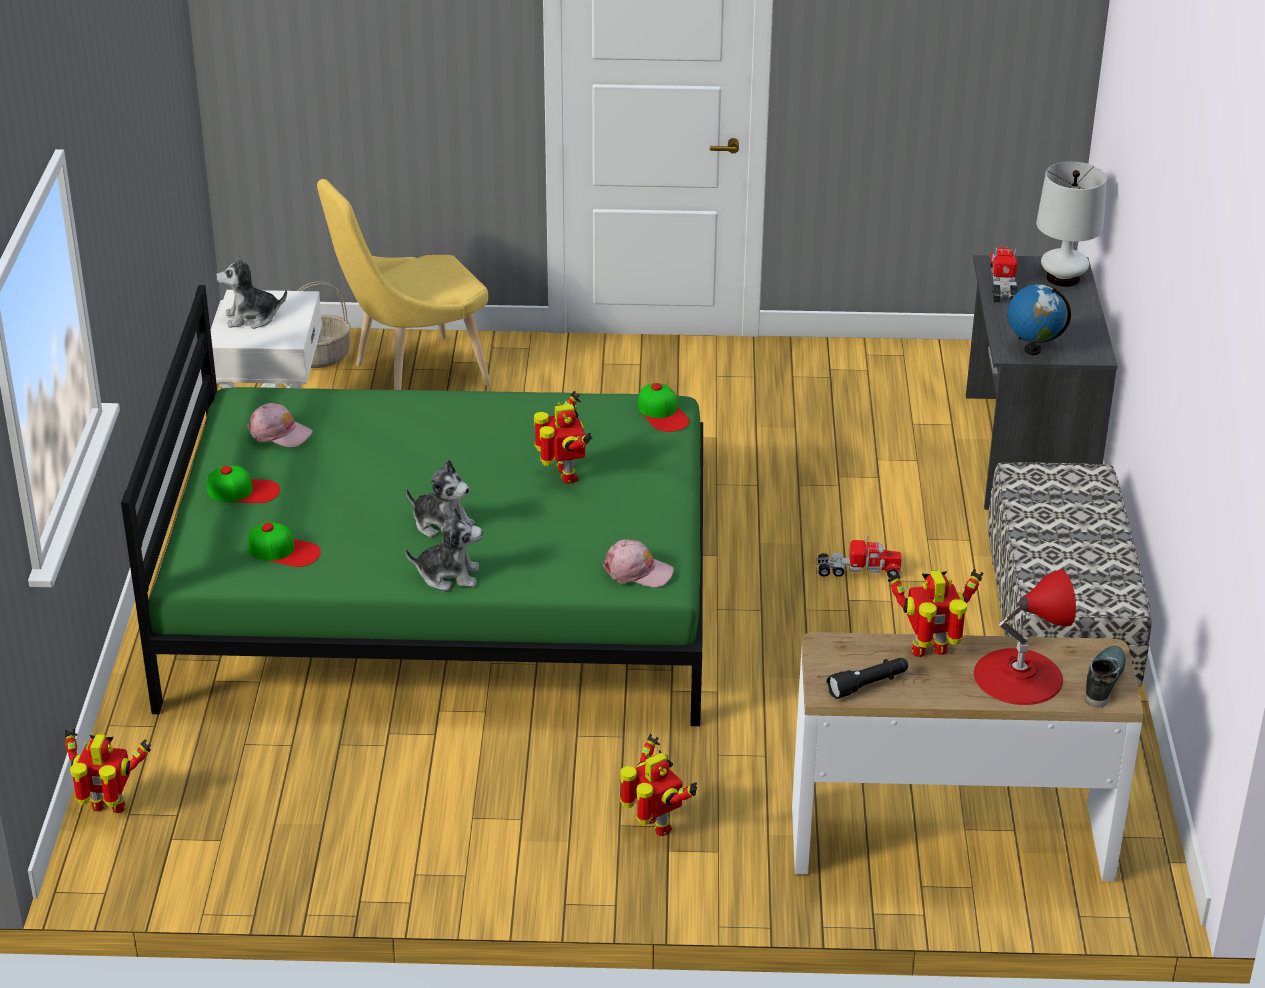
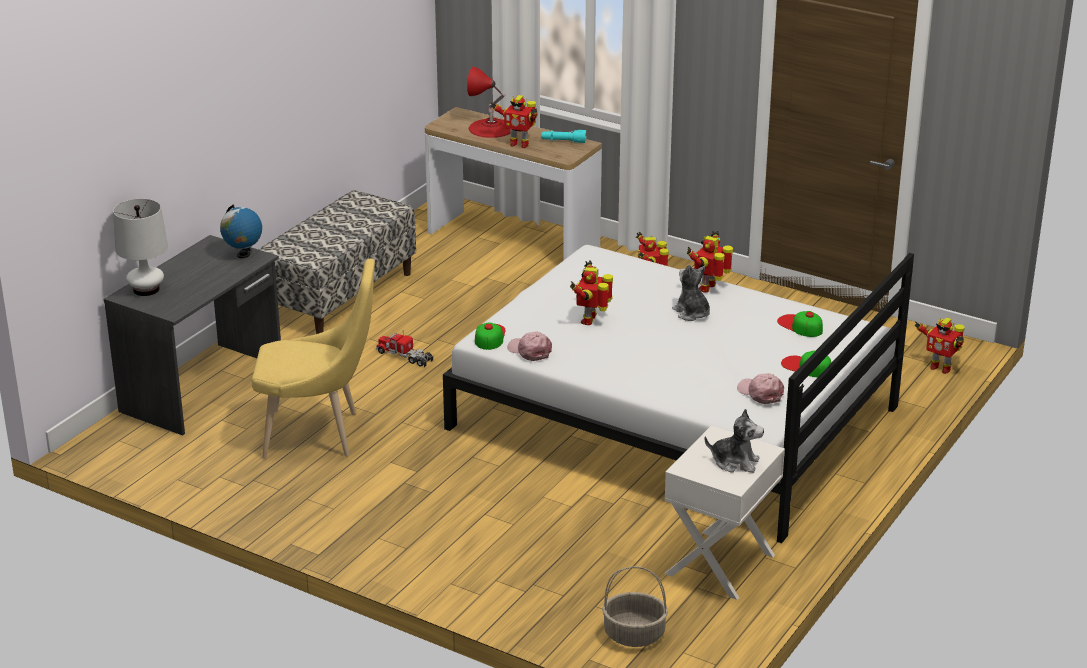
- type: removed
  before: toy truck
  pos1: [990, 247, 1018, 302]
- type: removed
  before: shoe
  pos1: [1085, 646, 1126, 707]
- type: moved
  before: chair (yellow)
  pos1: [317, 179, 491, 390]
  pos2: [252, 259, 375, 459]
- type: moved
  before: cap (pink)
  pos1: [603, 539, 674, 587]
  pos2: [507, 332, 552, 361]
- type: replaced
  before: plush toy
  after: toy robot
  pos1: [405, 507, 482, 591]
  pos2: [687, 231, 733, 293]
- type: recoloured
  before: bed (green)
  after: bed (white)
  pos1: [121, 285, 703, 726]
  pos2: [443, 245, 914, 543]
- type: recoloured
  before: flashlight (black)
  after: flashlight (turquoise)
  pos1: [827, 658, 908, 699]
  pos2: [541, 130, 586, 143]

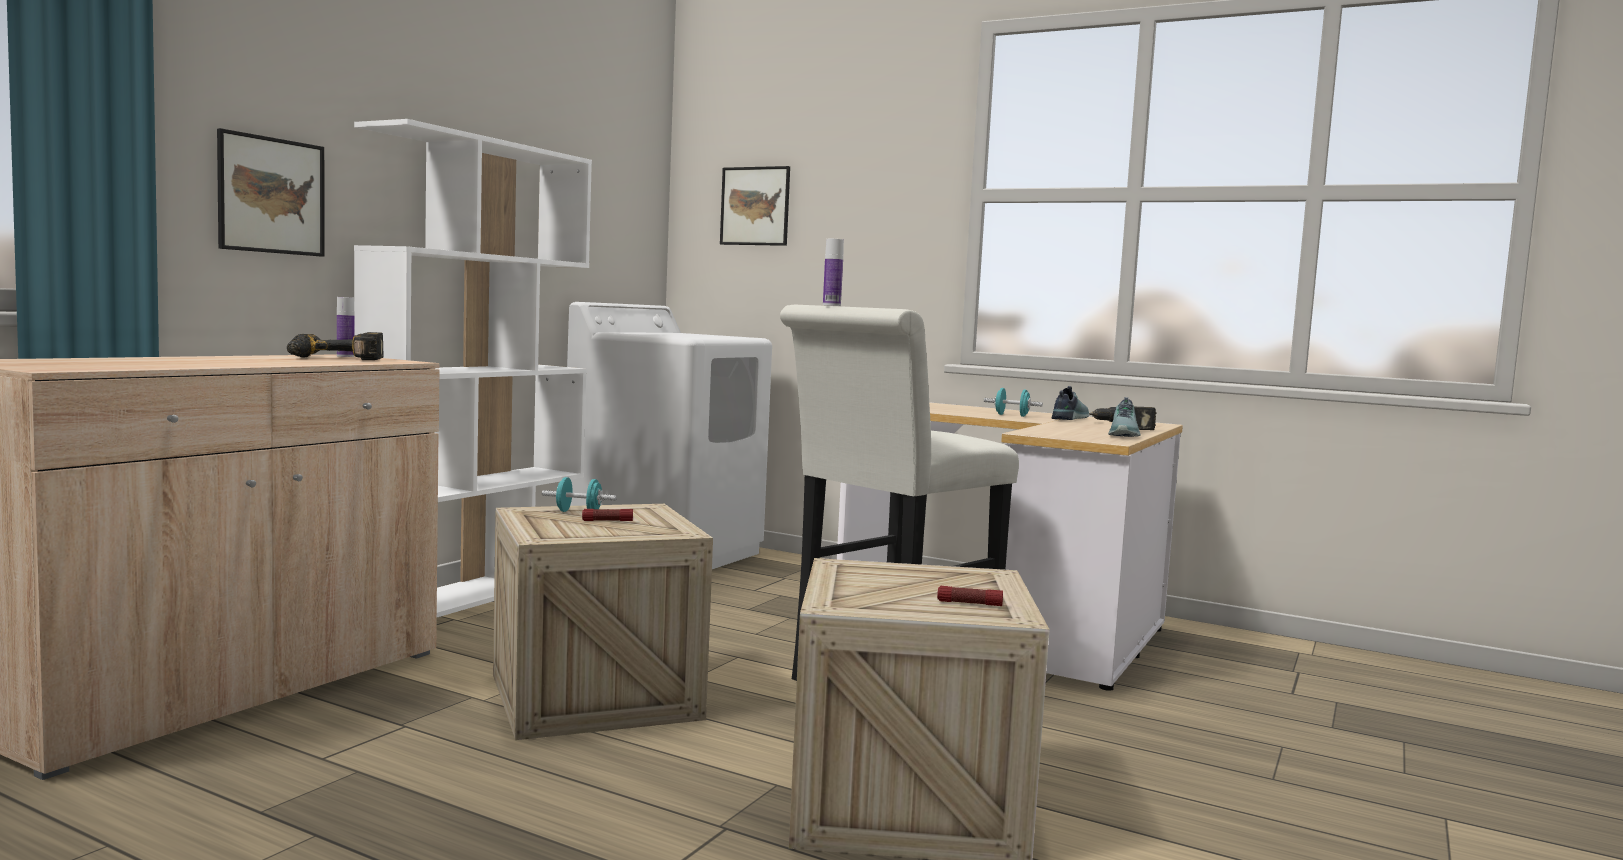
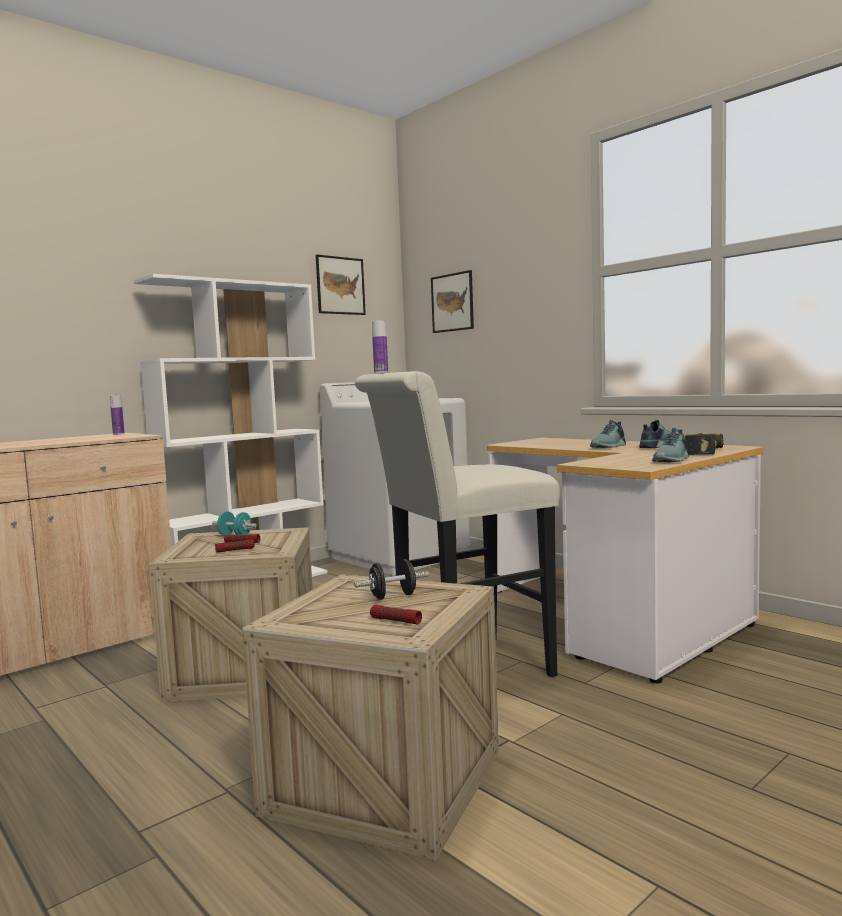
- type: removed
  before: power drill
  pos1: [287, 332, 384, 360]
- type: added
  after: flashlight
  pos2: [215, 539, 255, 553]
- type: added
  after: dumbbell (black)
  pos2: [354, 559, 429, 600]
- type: moved
  before: picture
  pos1: [217, 128, 324, 257]
  pos2: [316, 255, 366, 315]
- type: replaced
  before: dumbbell (turquoise)
  after: shoe
  pos1: [984, 388, 1043, 417]
  pos2: [590, 420, 626, 448]

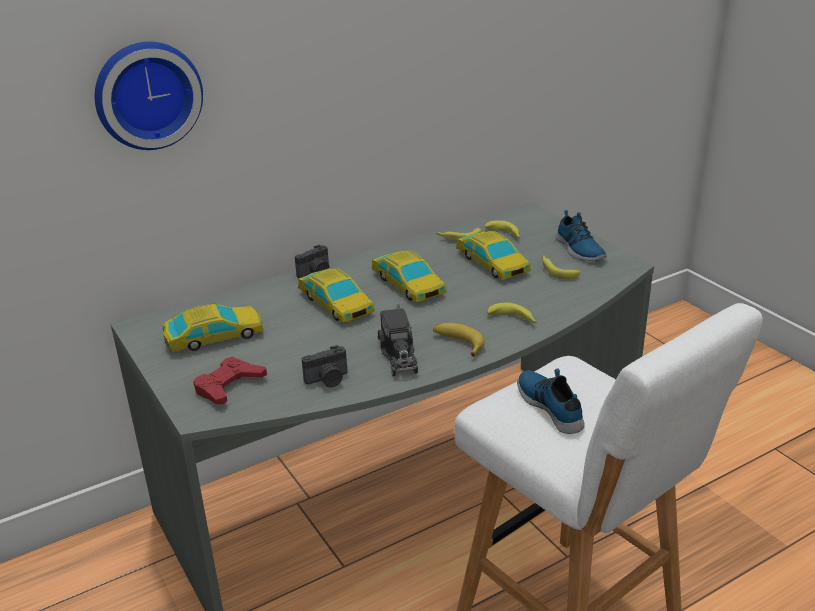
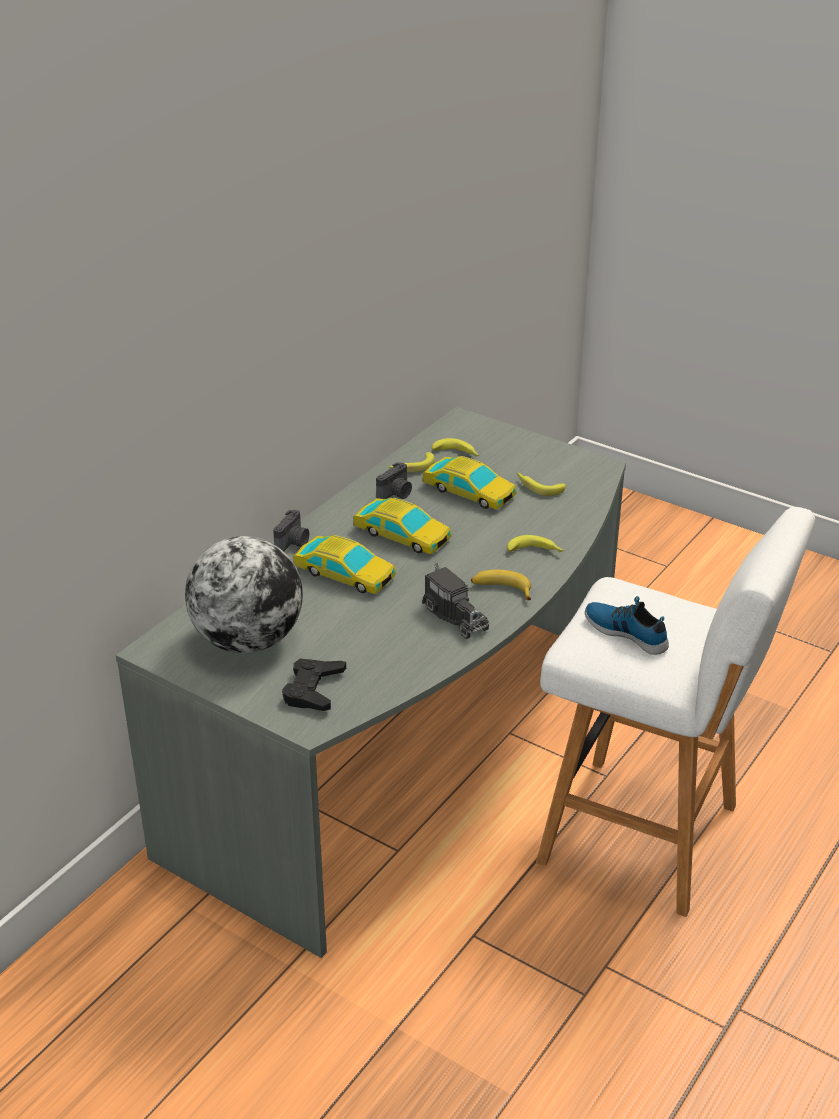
- type: removed
  before: wall clock
  pos1: [95, 42, 203, 150]
- type: removed
  before: shoe
  pos1: [555, 210, 607, 261]
- type: moved
  before: photo camera
  pos1: [302, 345, 347, 387]
  pos2: [376, 462, 412, 499]
- type: replaced
  before: toy car
  after: globe
  pos1: [162, 304, 264, 352]
  pos2: [185, 536, 303, 653]
- type: recoloured
  before: game controller (red)
  after: game controller (black)
  pos1: [193, 357, 267, 405]
  pos2: [282, 658, 346, 711]

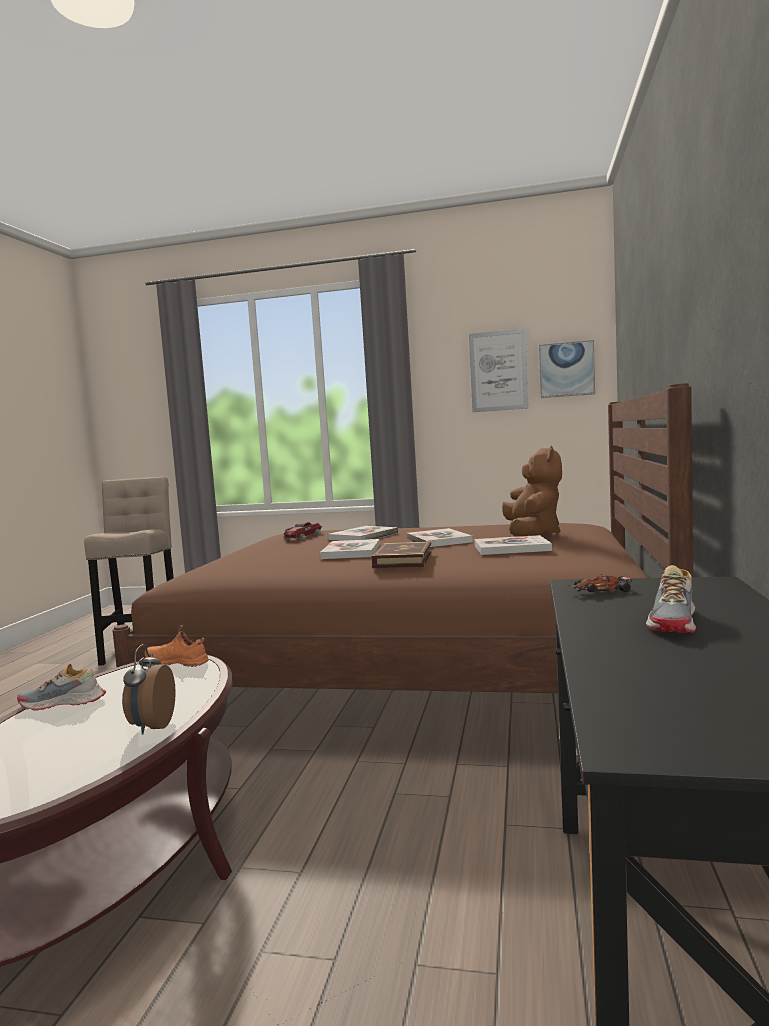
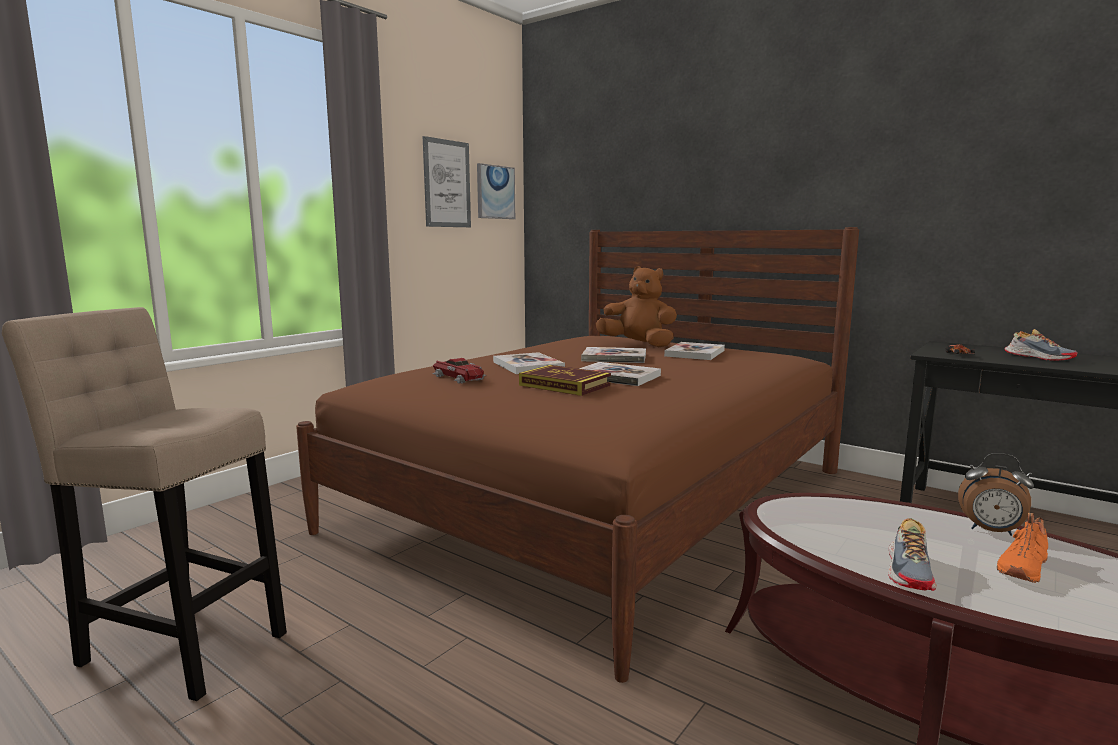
- type: moved
  before: shoe (orange)
  pos1: [145, 625, 209, 667]
  pos2: [997, 513, 1048, 583]
- type: moved
  before: book
  pos1: [371, 542, 432, 568]
  pos2: [519, 365, 611, 396]

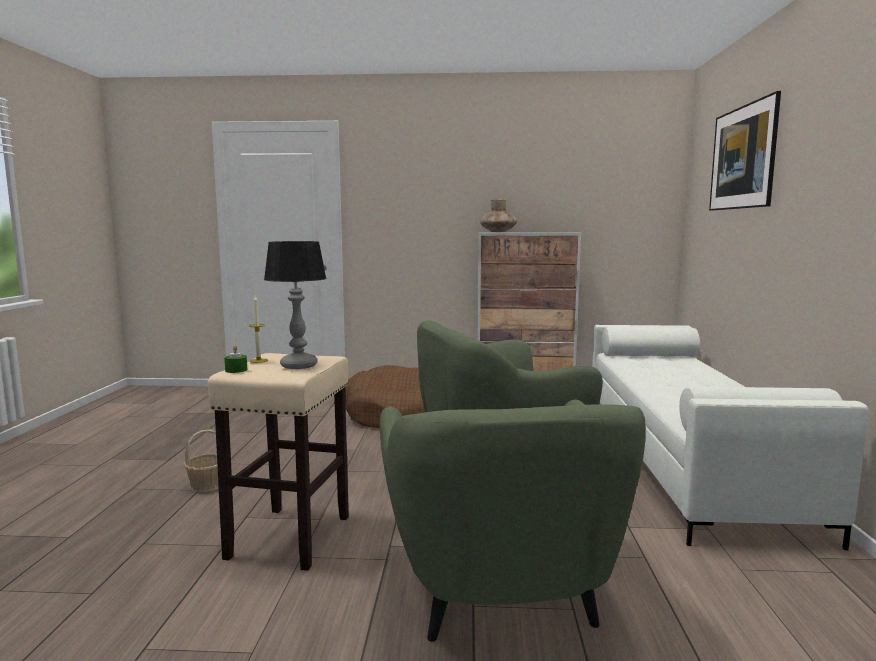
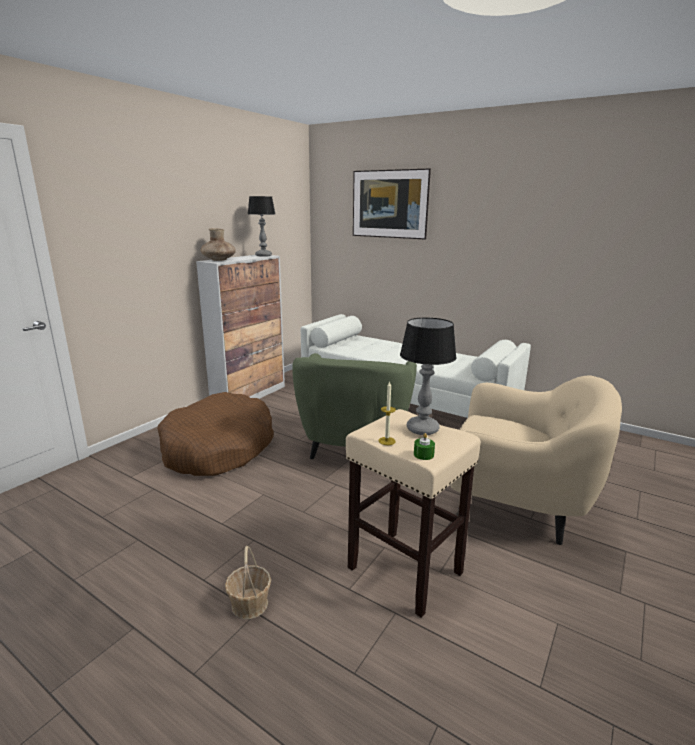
- type: added
  after: table lamp
  pos2: [248, 196, 276, 257]
- type: recoloured
  before: armchair (green)
  after: armchair (beige)
  pos1: [380, 399, 646, 642]
  pos2: [450, 376, 622, 545]

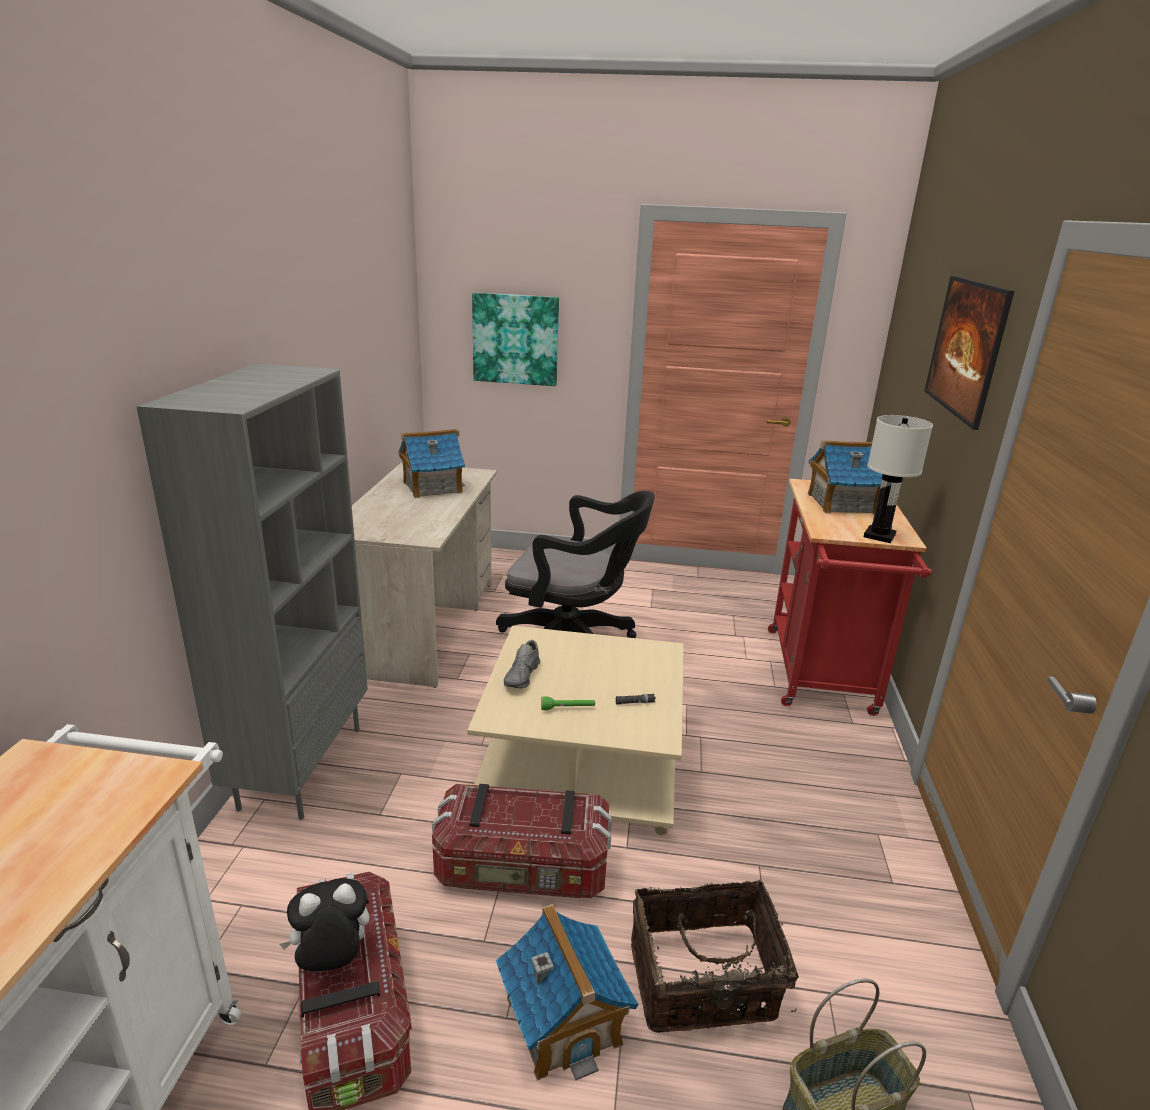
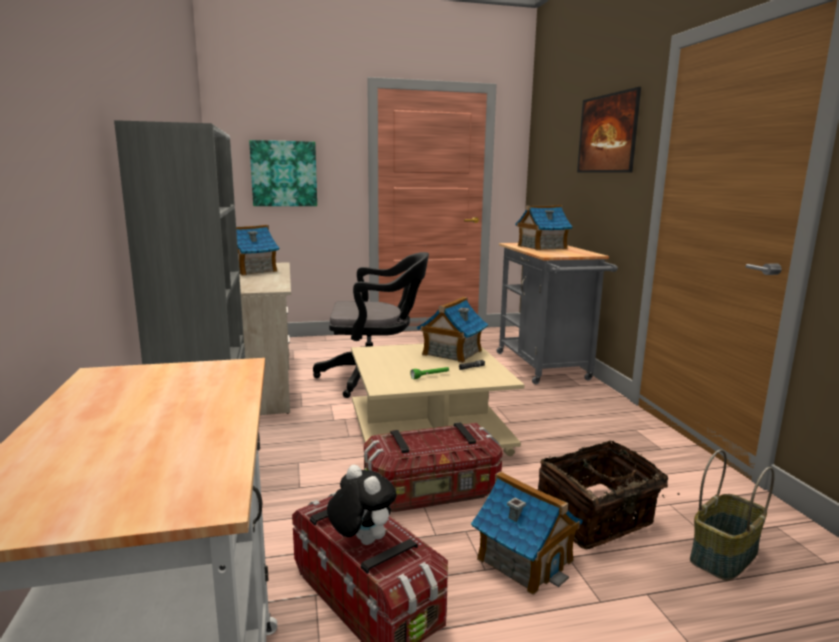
- type: removed
  before: shoe (grey)
  pos1: [504, 640, 540, 688]
- type: removed
  before: table lamp (white)
  pos1: [864, 415, 933, 543]
- type: added
  after: toy house
  pos2: [417, 297, 488, 363]
- type: recoloured
  before: cart (red)
  after: cart (grey)
  pos1: [768, 479, 932, 716]
  pos2: [496, 243, 618, 384]
- type: turned
  before: plush toy
  pos1: [279, 878, 369, 971]
  pos2: [327, 465, 397, 545]
  turn: 90

